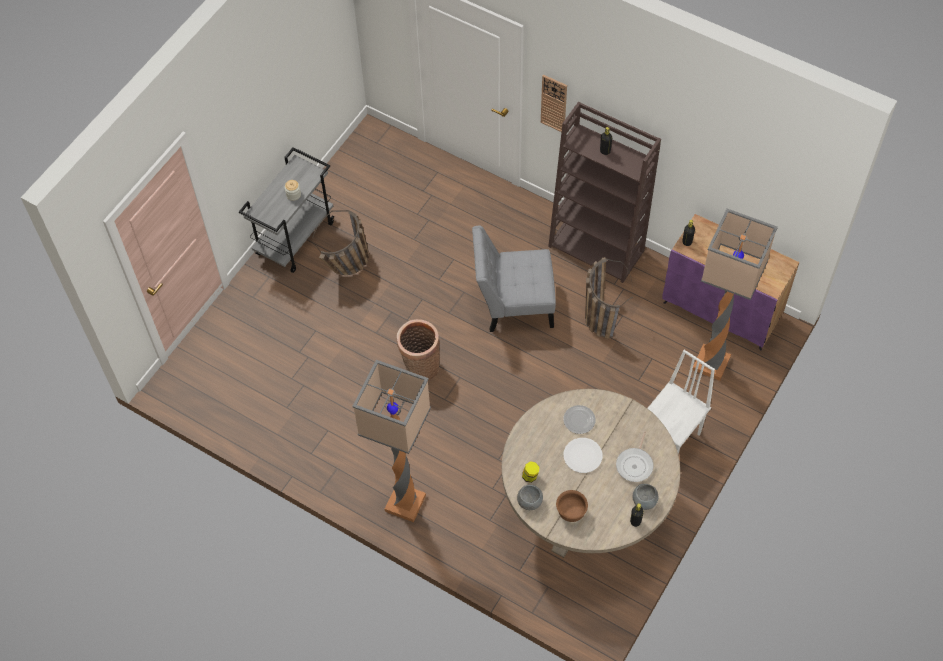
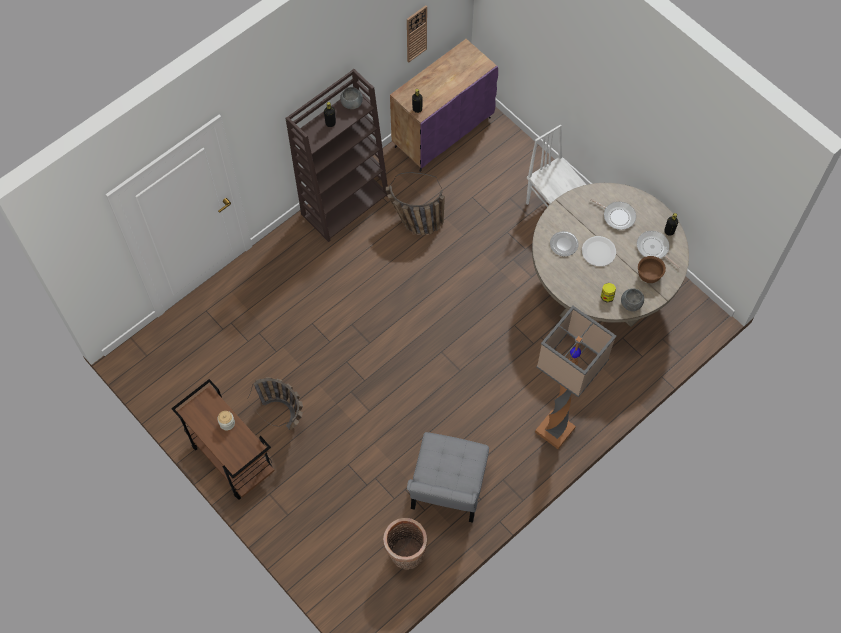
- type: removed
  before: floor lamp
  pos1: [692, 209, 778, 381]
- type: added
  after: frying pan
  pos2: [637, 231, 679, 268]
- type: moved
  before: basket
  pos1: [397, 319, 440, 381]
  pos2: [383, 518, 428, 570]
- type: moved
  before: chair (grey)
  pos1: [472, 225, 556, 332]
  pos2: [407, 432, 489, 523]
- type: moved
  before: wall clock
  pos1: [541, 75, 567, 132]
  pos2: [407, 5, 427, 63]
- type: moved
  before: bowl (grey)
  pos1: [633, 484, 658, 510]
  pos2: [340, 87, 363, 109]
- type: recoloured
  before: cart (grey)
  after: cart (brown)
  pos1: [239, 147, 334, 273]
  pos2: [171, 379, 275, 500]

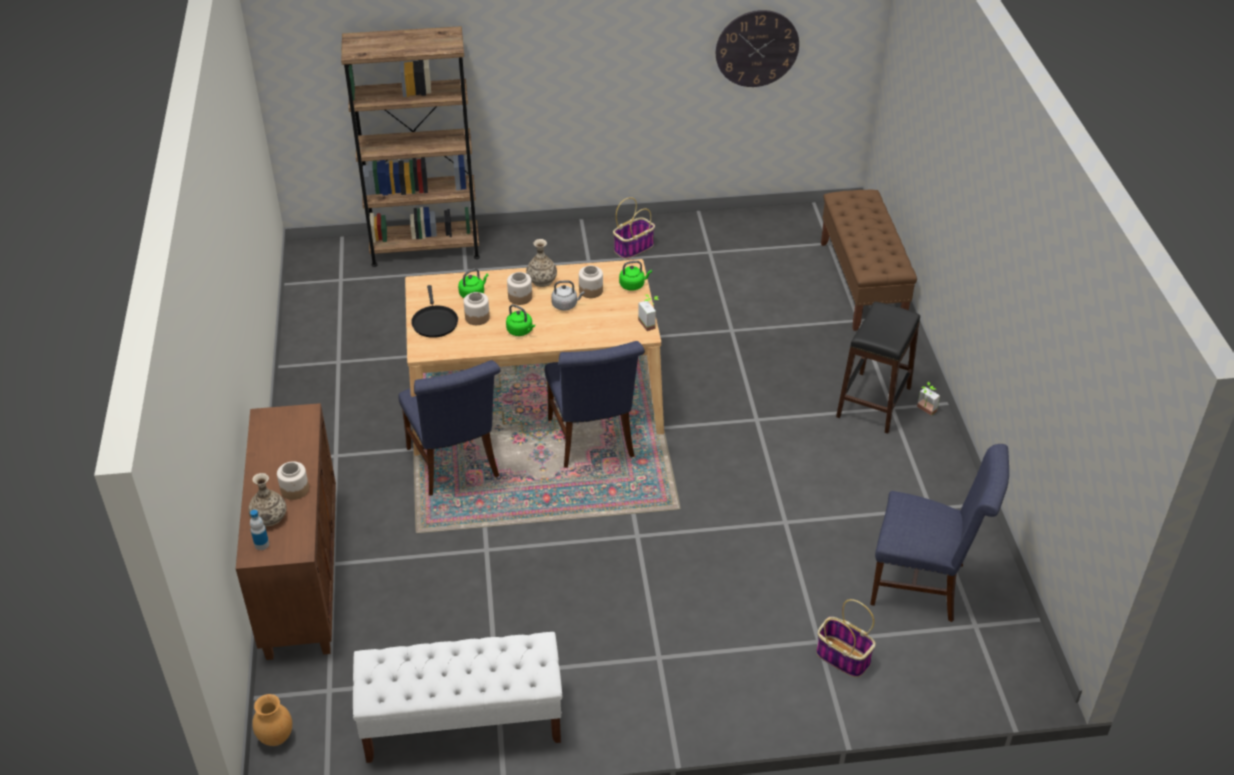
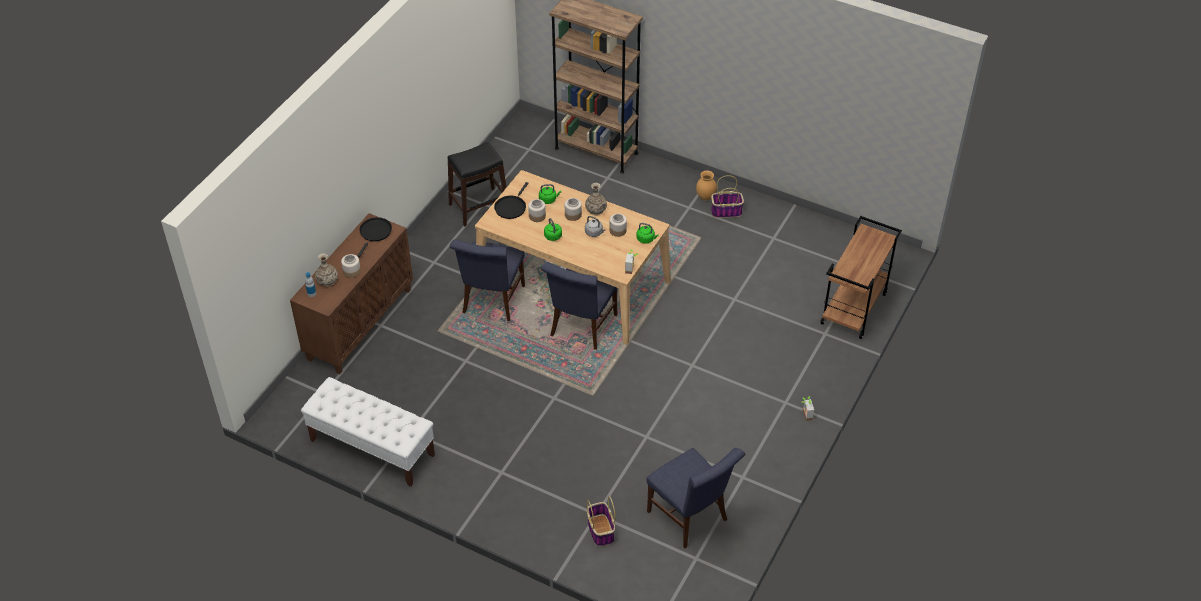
- type: removed
  before: wall clock
  pos1: [716, 10, 799, 87]
- type: added
  after: frying pan (black)
  pos2: [357, 217, 392, 257]
- type: moved
  before: vase (brown)
  pos1: [252, 694, 292, 746]
  pos2: [696, 171, 717, 200]
- type: moved
  before: stool (black)
  pos1: [836, 302, 920, 434]
  pos2: [448, 142, 506, 227]
- type: replaced
  before: bench (brown)
  after: cart (brown)
  pos1: [821, 190, 917, 331]
  pos2: [820, 216, 902, 339]

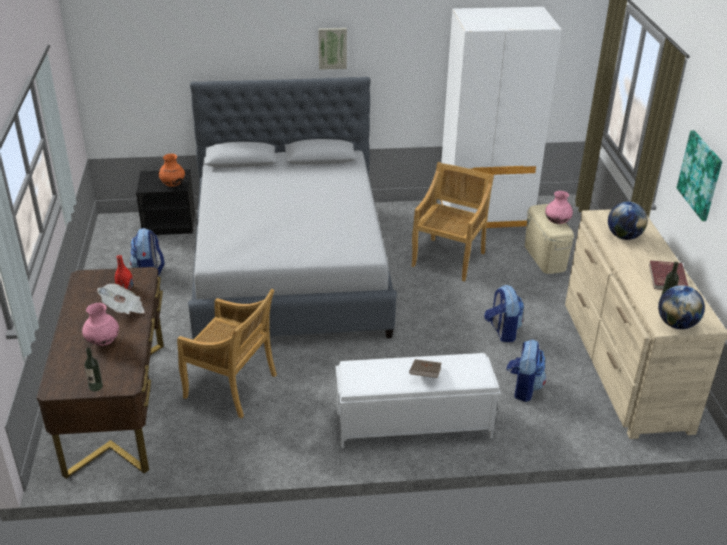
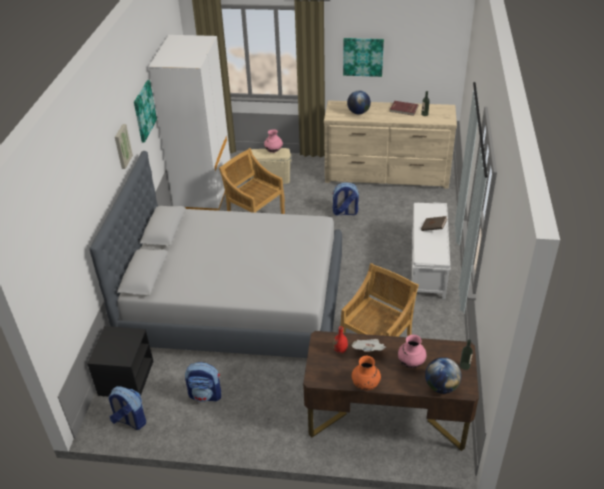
- type: added
  after: picture
  pos2: [134, 80, 157, 143]
- type: moved
  before: vase (orange)
  pos1: [159, 154, 185, 187]
  pos2: [352, 356, 381, 390]
- type: moved
  before: backpack
  pos1: [506, 339, 546, 402]
  pos2: [109, 386, 146, 430]
- type: moved
  before: globe
  pos1: [658, 285, 705, 329]
  pos2: [425, 357, 462, 394]

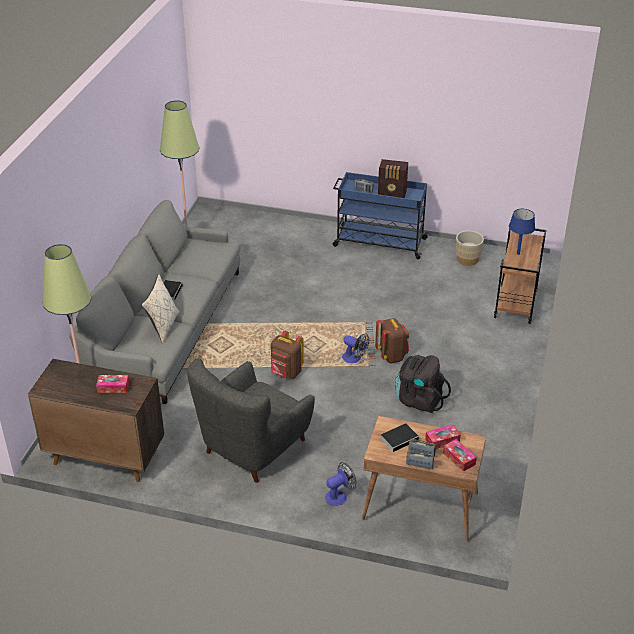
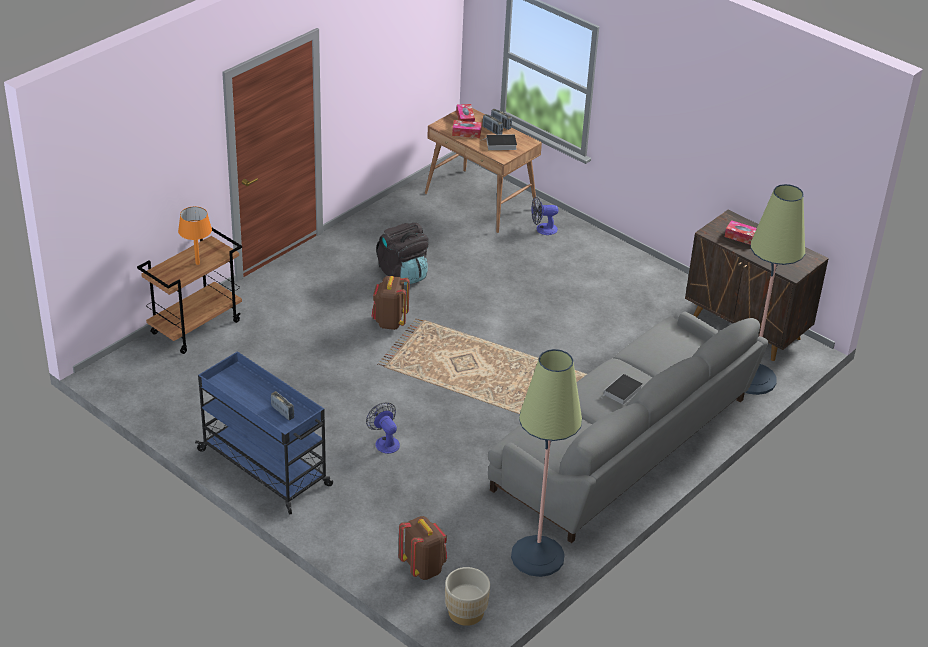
- type: removed
  before: pillow (beige)
  pos1: [141, 274, 179, 344]
- type: removed
  before: armchair (grey)
  pos1: [187, 358, 315, 483]
- type: removed
  before: radio
  pos1: [378, 159, 408, 198]
- type: moved
  before: backpack (brown)
  pos1: [271, 331, 304, 379]
  pos2: [399, 516, 447, 580]
- type: moved
  before: fan
  pos1: [342, 333, 369, 363]
  pos2: [366, 402, 400, 454]
- type: moved
  before: planter (beige)
  pos1: [455, 231, 484, 266]
  pos2: [445, 567, 490, 626]
- type: recoloured
  before: table lamp (blue)
  after: table lamp (orange)
  pos1: [509, 209, 535, 255]
  pos2: [178, 207, 212, 265]

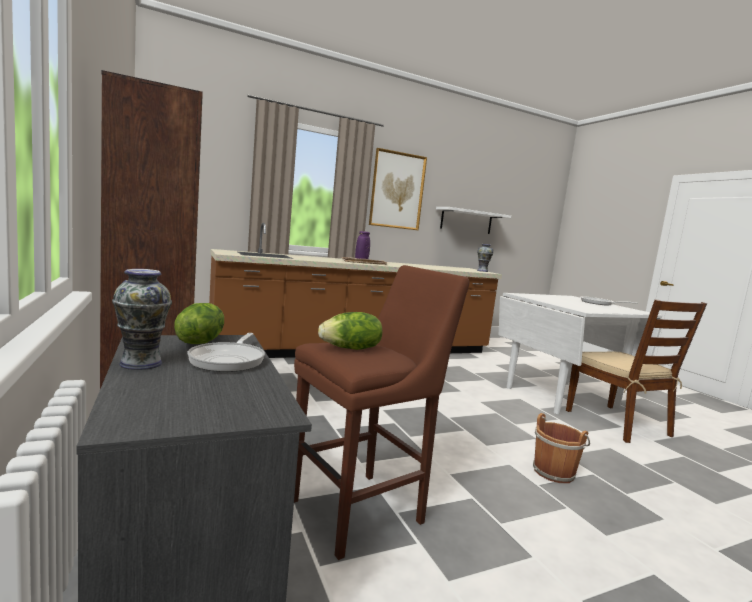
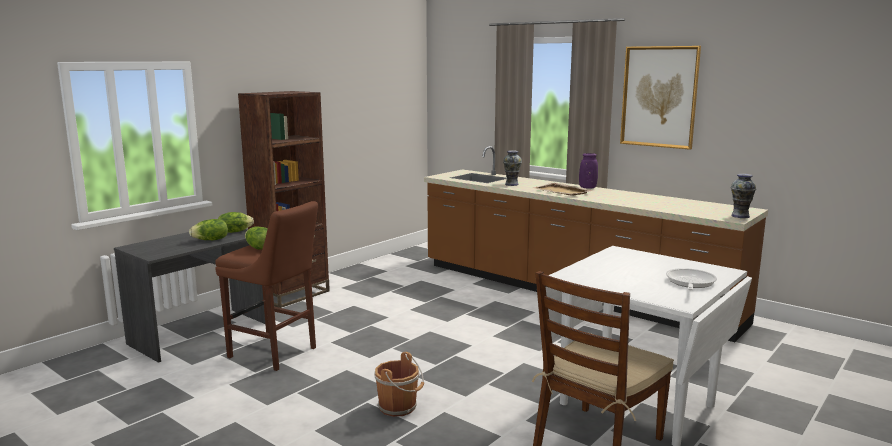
- type: removed
  before: shelf (white)
  pos1: [436, 207, 511, 234]
- type: moved
  before: vase
  pos1: [112, 269, 172, 370]
  pos2: [503, 150, 522, 186]
- type: replaced
  before: frying pan
  after: lettuce
  pos1: [187, 333, 265, 372]
  pos2: [189, 219, 228, 240]

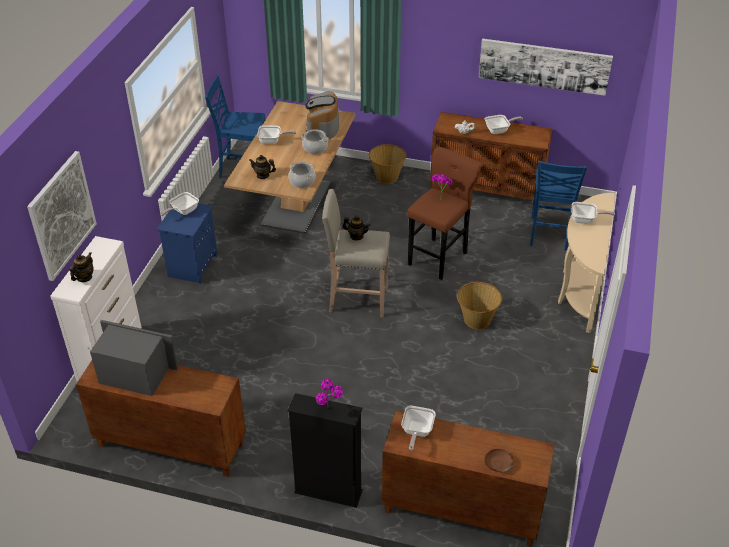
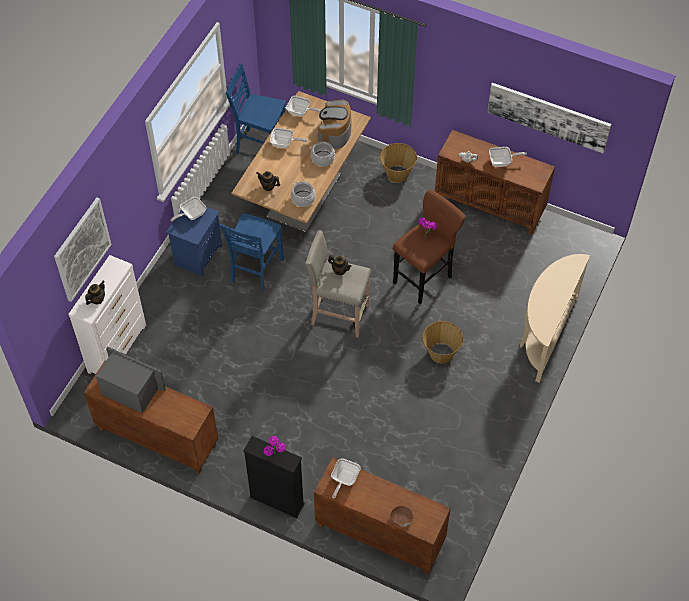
- type: moved
  before: chair (blue)
  pos1: [530, 161, 587, 250]
  pos2: [219, 213, 284, 292]
- type: moved
  before: frying pan
  pos1: [571, 202, 615, 224]
  pos2: [286, 96, 321, 117]

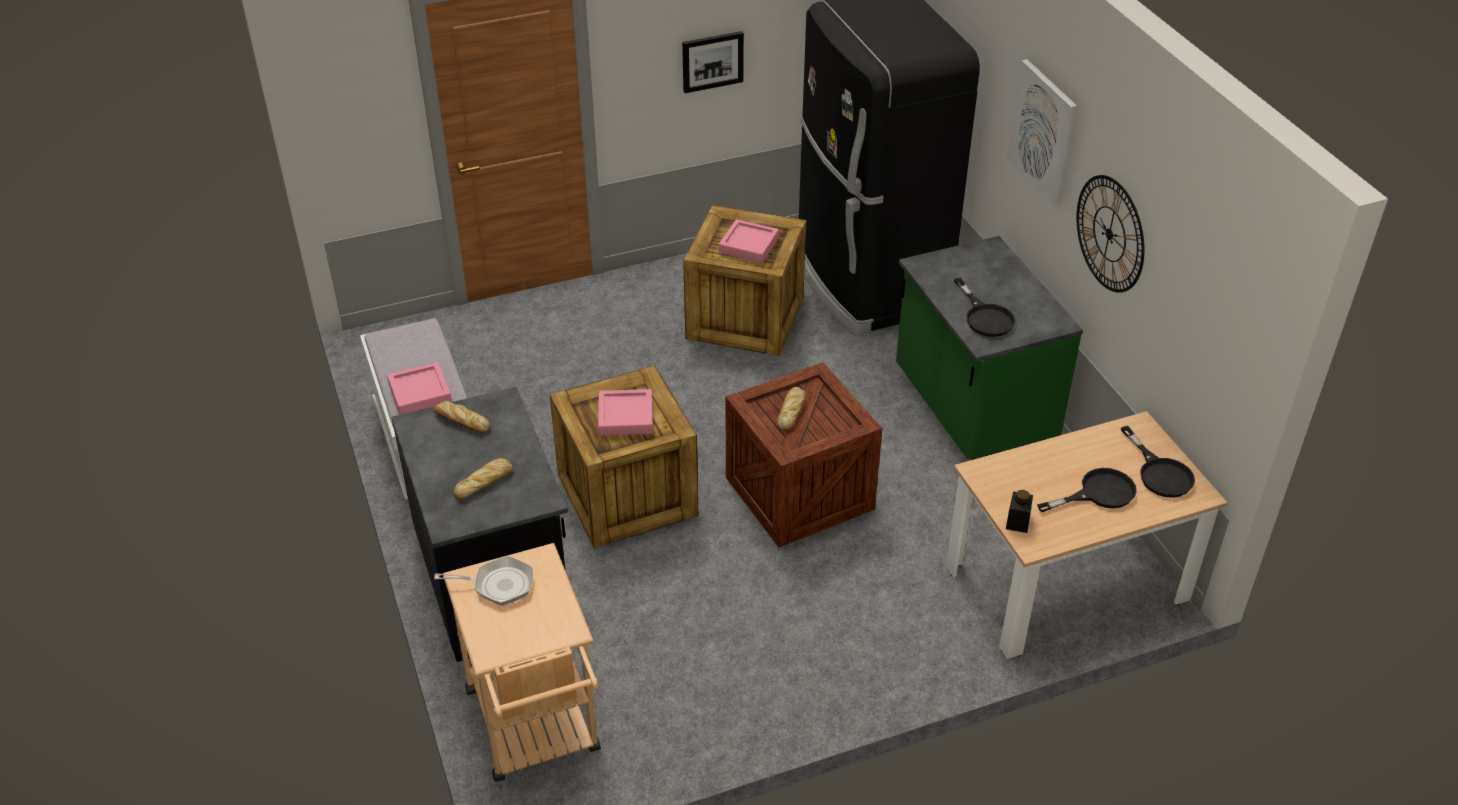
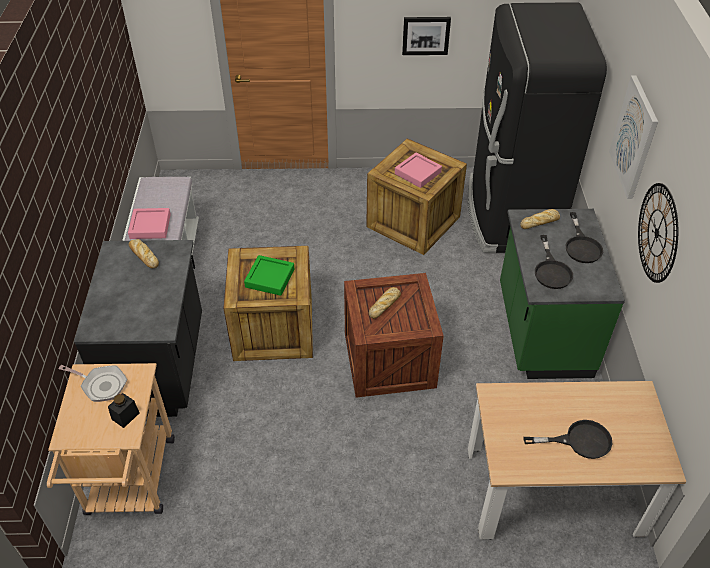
- type: moved
  before: bread
  pos1: [454, 458, 513, 500]
  pos2: [520, 209, 560, 229]
- type: moved
  before: jar (black)
  pos1: [1006, 490, 1033, 533]
  pos2: [108, 393, 139, 428]
- type: moved
  before: frying pan (black)
  pos1: [1121, 426, 1195, 498]
  pos2: [566, 212, 603, 263]
- type: recoloured
  before: tray (pink)
  after: tray (green)
  pos1: [598, 389, 653, 436]
  pos2: [244, 255, 294, 296]

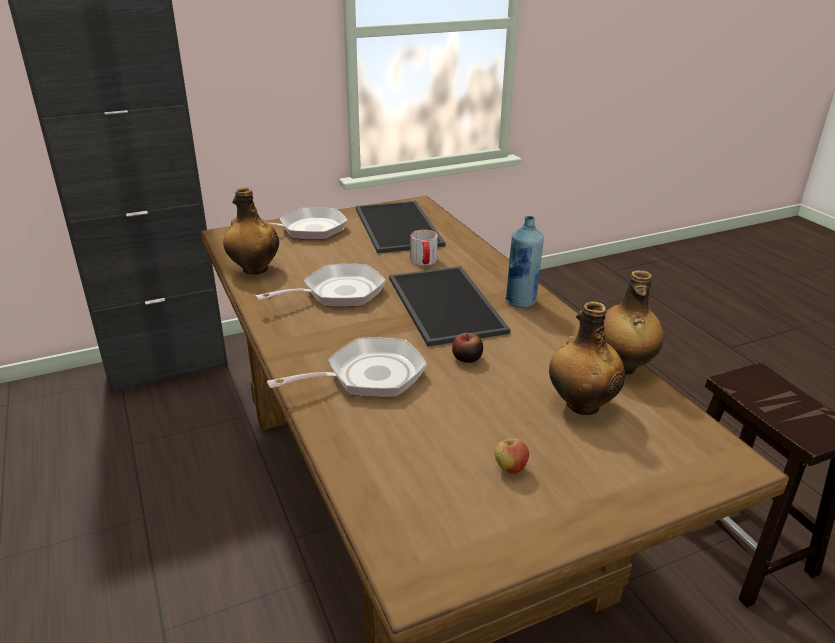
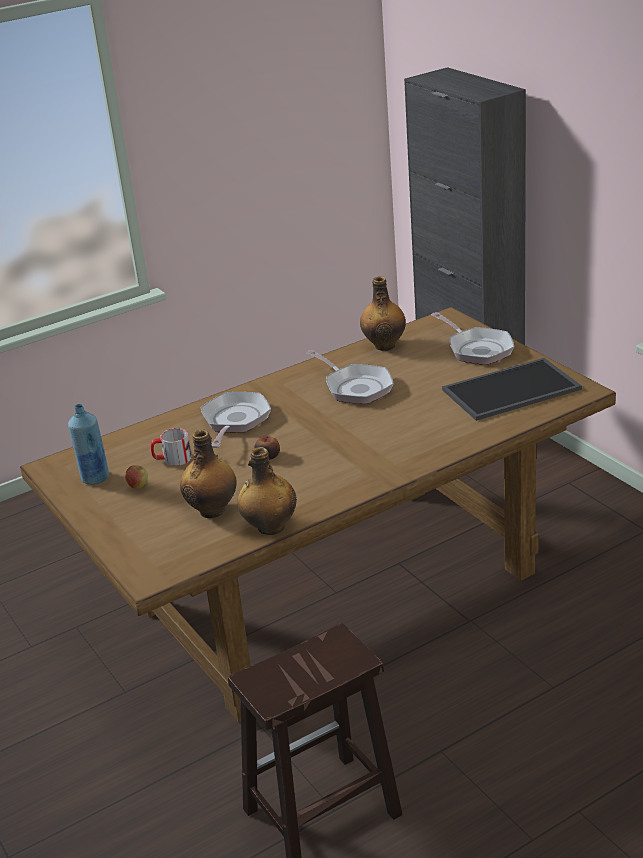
- type: removed
  before: tray
  pos1: [389, 266, 510, 347]
- type: moved
  before: mug
  pos1: [410, 230, 438, 265]
  pos2: [151, 428, 192, 466]
- type: moved
  before: bottle (blue)
  pos1: [505, 216, 544, 308]
  pos2: [68, 404, 109, 485]
- type: turned
  before: frying pan
  pos1: [267, 337, 427, 397]
  pos2: [201, 392, 271, 448]
  turn: -135

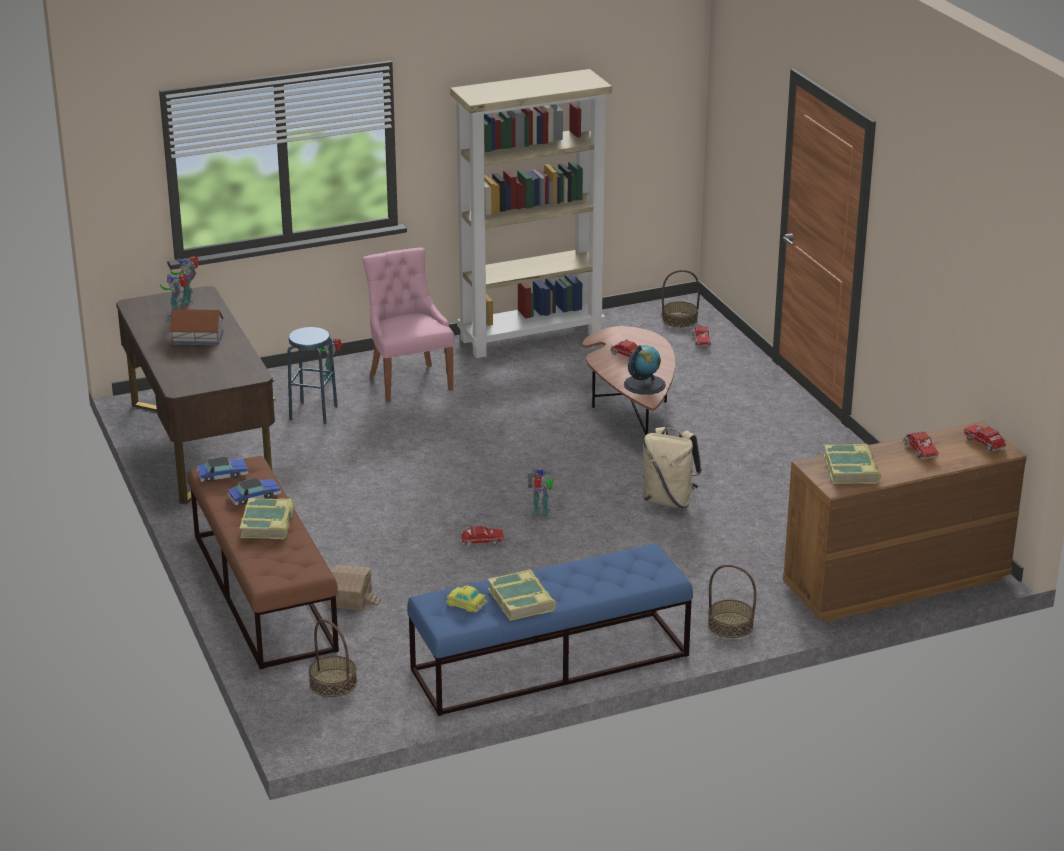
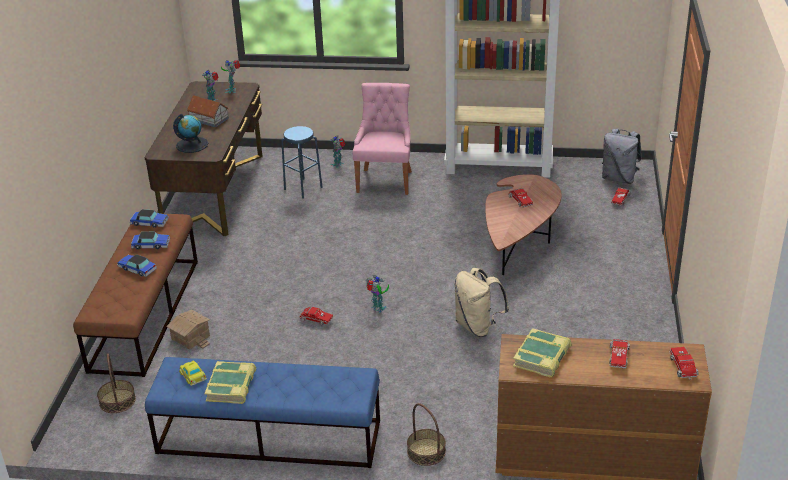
- type: moved
  before: globe
  pos1: [624, 345, 666, 395]
  pos2: [173, 114, 208, 153]
- type: replaced
  before: book
  after: toy car
  pos1: [240, 498, 295, 540]
  pos2: [117, 255, 157, 277]
- type: replaced
  before: basket
  after: backpack (grey)
  pos1: [662, 270, 700, 328]
  pos2: [602, 129, 642, 184]

